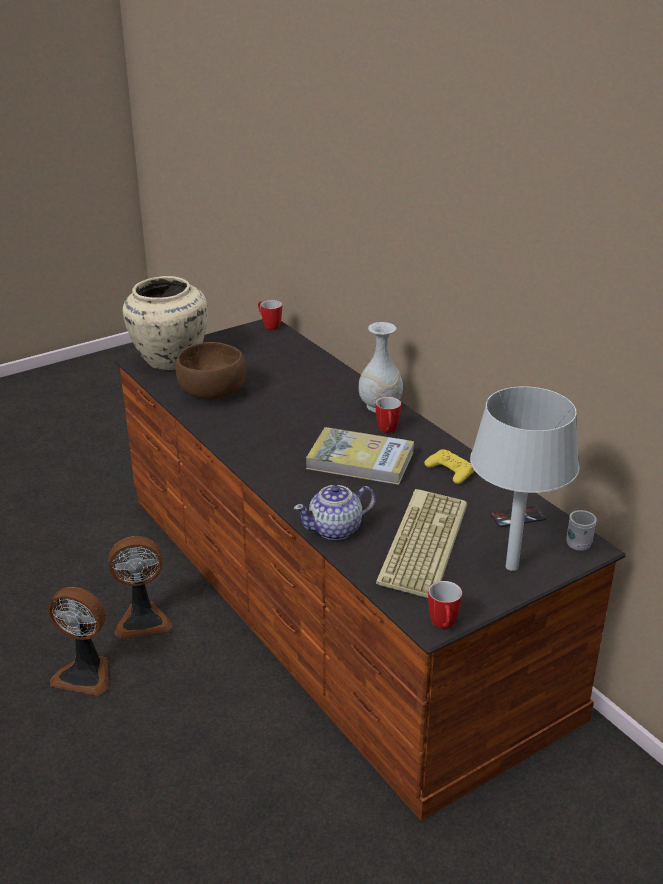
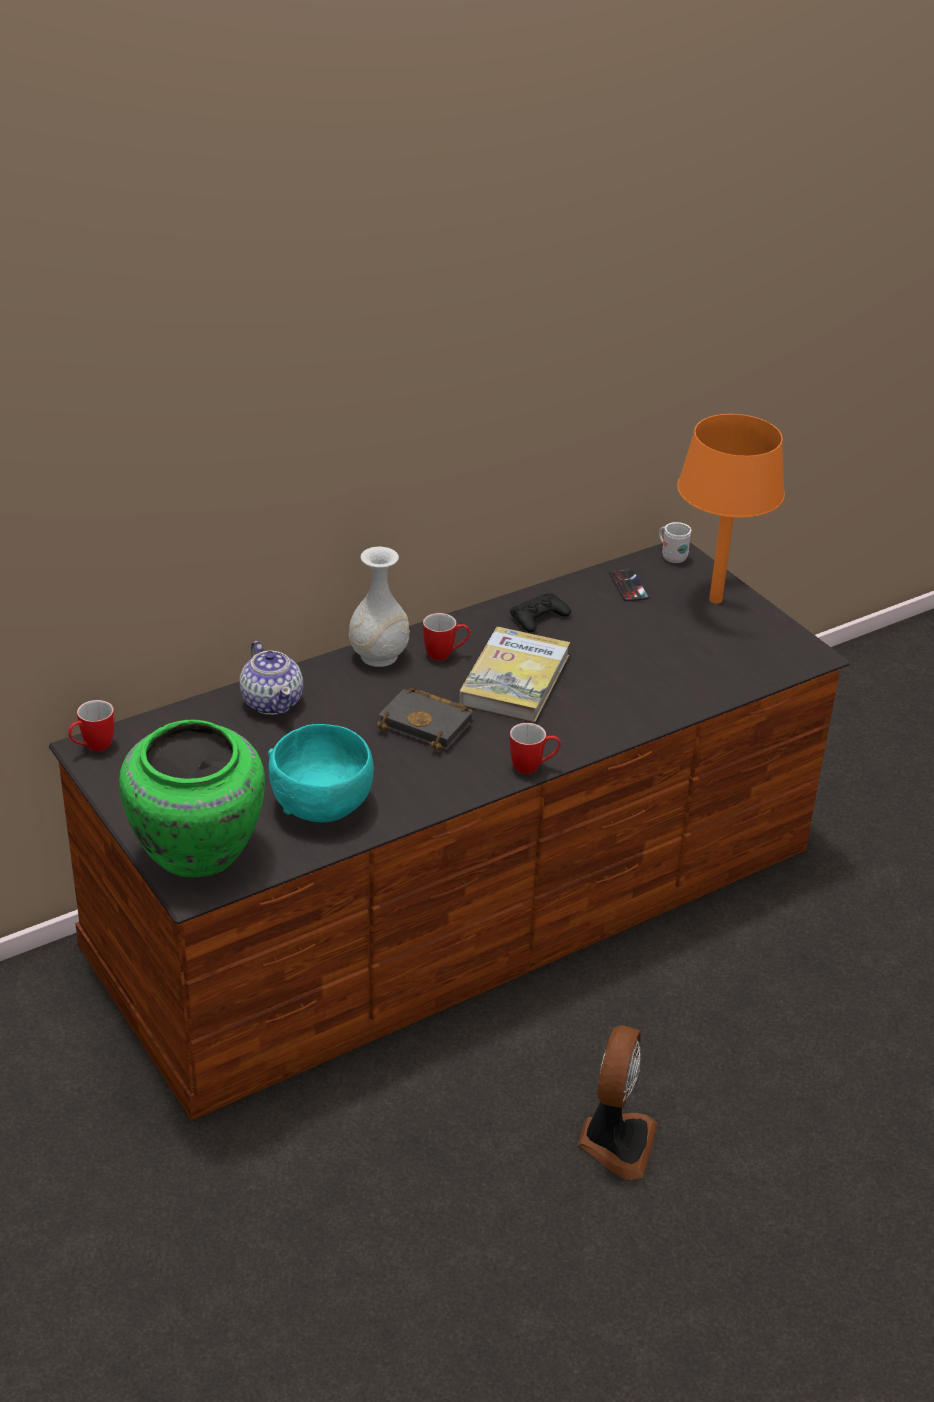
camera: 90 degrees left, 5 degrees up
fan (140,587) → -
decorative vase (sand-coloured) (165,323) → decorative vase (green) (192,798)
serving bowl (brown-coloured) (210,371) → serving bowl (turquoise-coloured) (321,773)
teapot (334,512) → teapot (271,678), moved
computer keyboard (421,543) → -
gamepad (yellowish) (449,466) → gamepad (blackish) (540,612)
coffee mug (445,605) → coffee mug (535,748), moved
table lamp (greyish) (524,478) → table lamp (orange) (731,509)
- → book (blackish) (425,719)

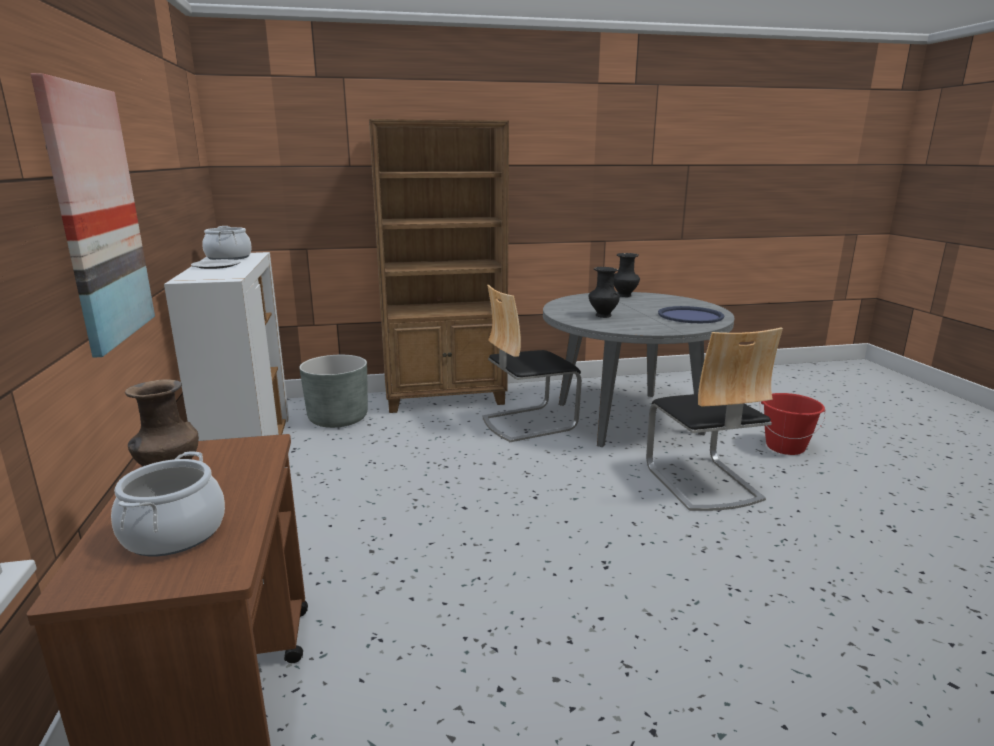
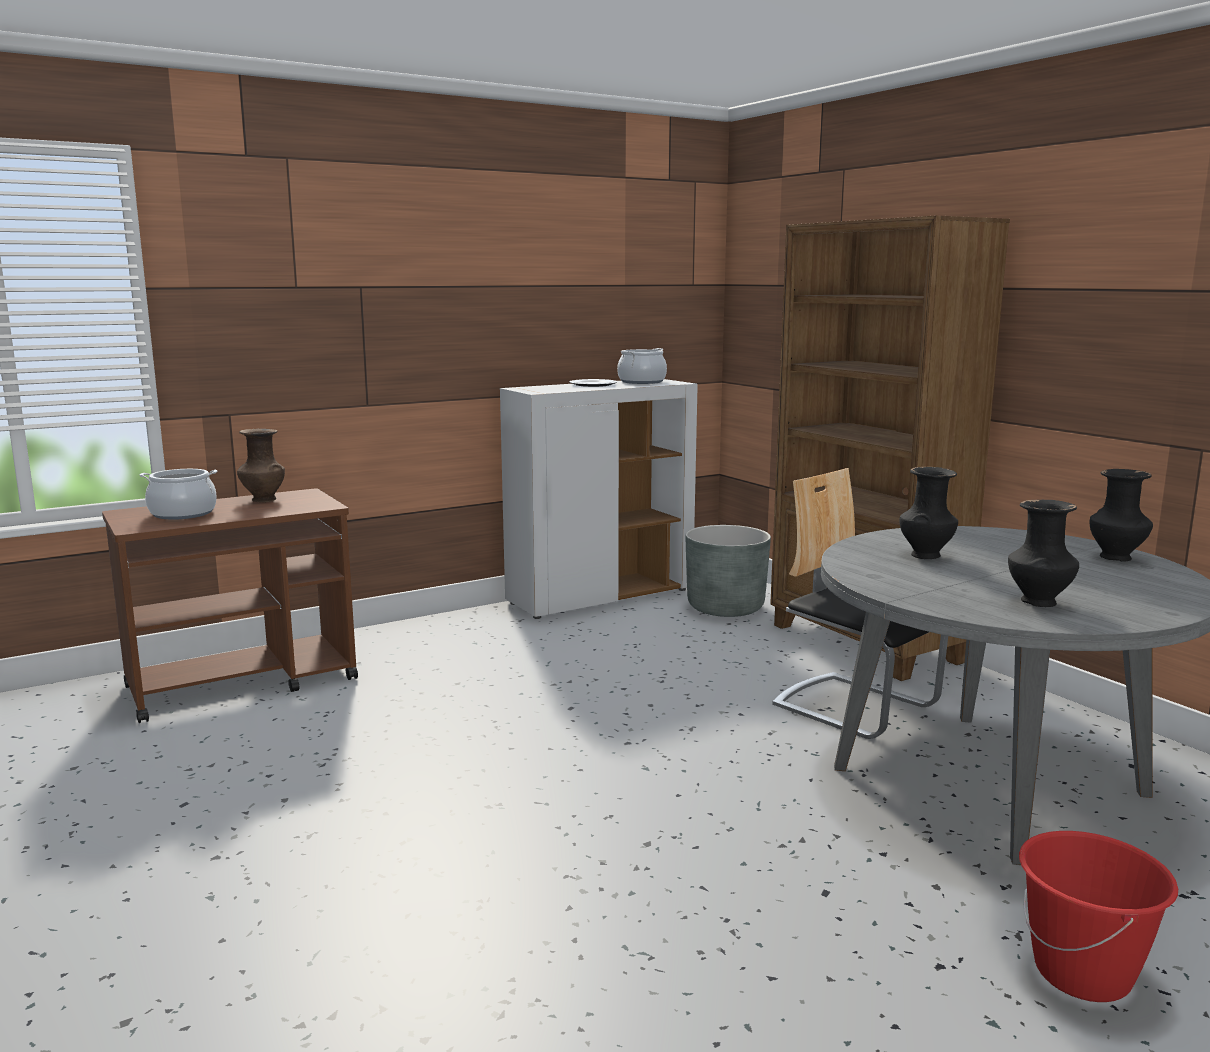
camera: 70 degrees right, 5 degrees down
wall picture (93,215) → -
upright chair (714,419) → -
serving tray (blue-coloured) (691,314) → decorative vase (blackish) (1043,553)

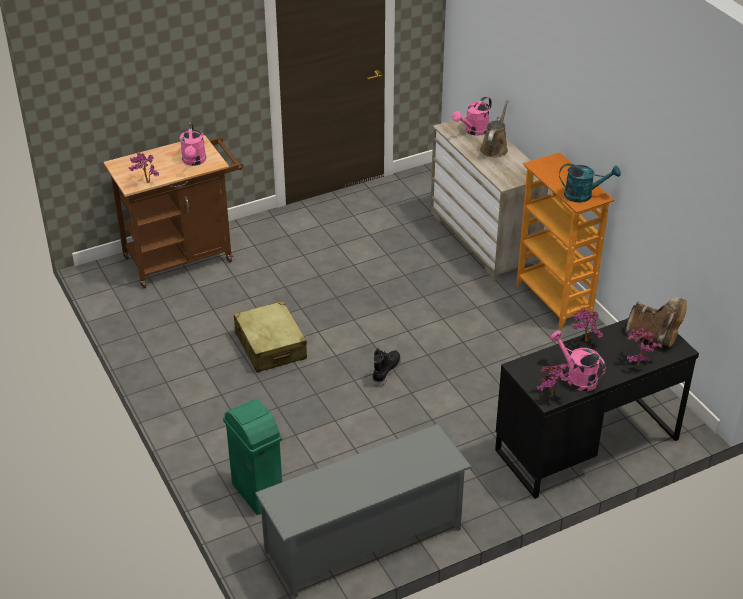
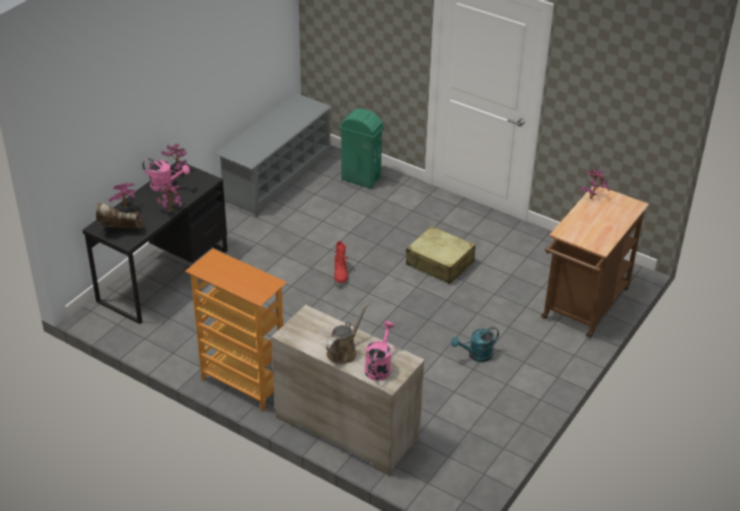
camera: 150 degrees right, 0 degrees up
sprinkling can (pink-coloured) (193,144) → -
boot (blackish) (387,368) → boot (red-coloured) (341,263)
sprinkling can (brown-coloured) (494,128) → sprinkling can (brown-coloured) (347,334), 135 degrees counterclockwise
sprinkling can (turquoise-coloured) (590,183) → sprinkling can (turquoise-coloured) (475,344), moved

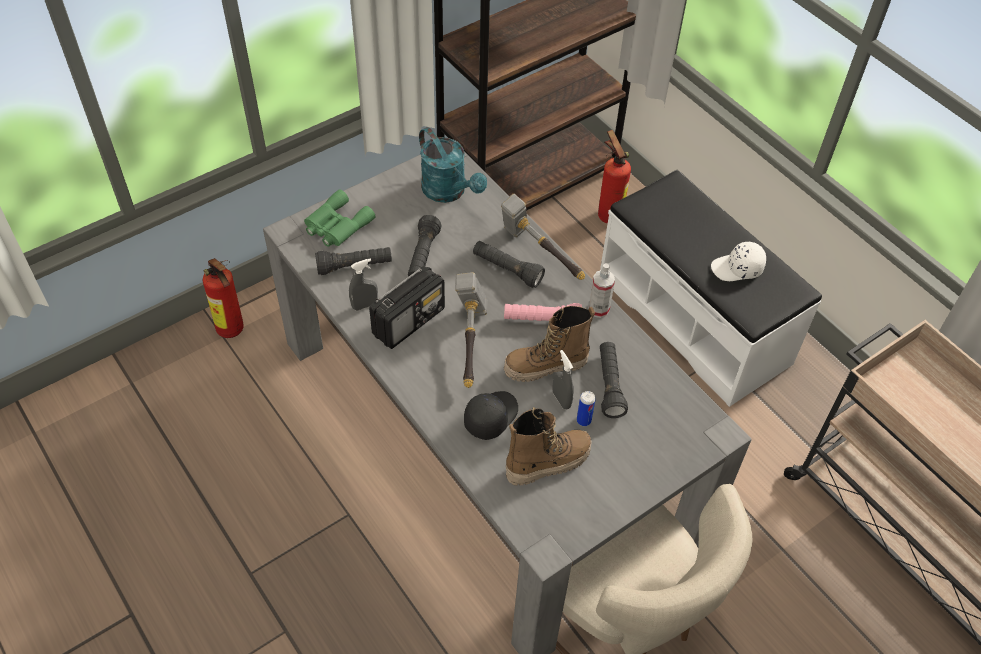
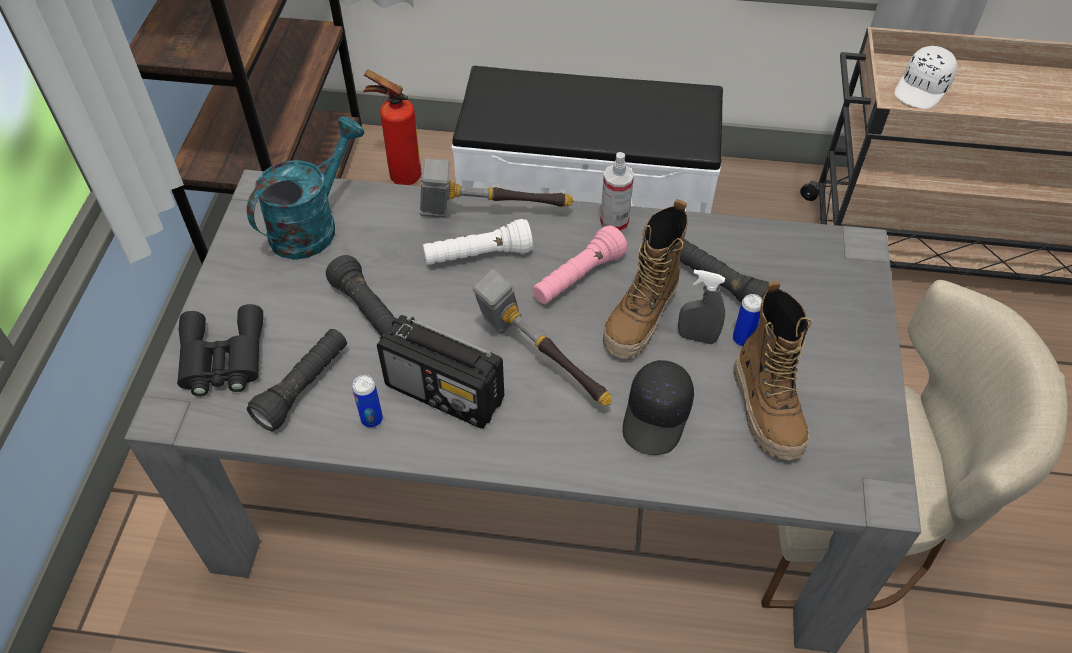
camera: 45 degrees left, 0 degrees up
fire-fighting cylinder (223,298) → -
binoculars (green) (339,218) → binoculars (blackish) (220,350)
spray bottle (greyish) (363,284) → can (367,401)
radio receiver (407,307) → radio receiver (440,372), 120 degrees clockwise
sprinkling can (turquoise-coloured) (453,165) → sprinkling can (turquoise-coloured) (306,188), 60 degrees counterclockwise
cap (blackish) (491,415) → cap (blackish) (658,407), 150 degrees counterclockwise
torch (blackish) (509,264) → torch (whitish) (478,242)
boot (549,446) → boot (773,371), 150 degrees clockwise
cap (whitish) (738,261) → cap (whitish) (925,77), moved

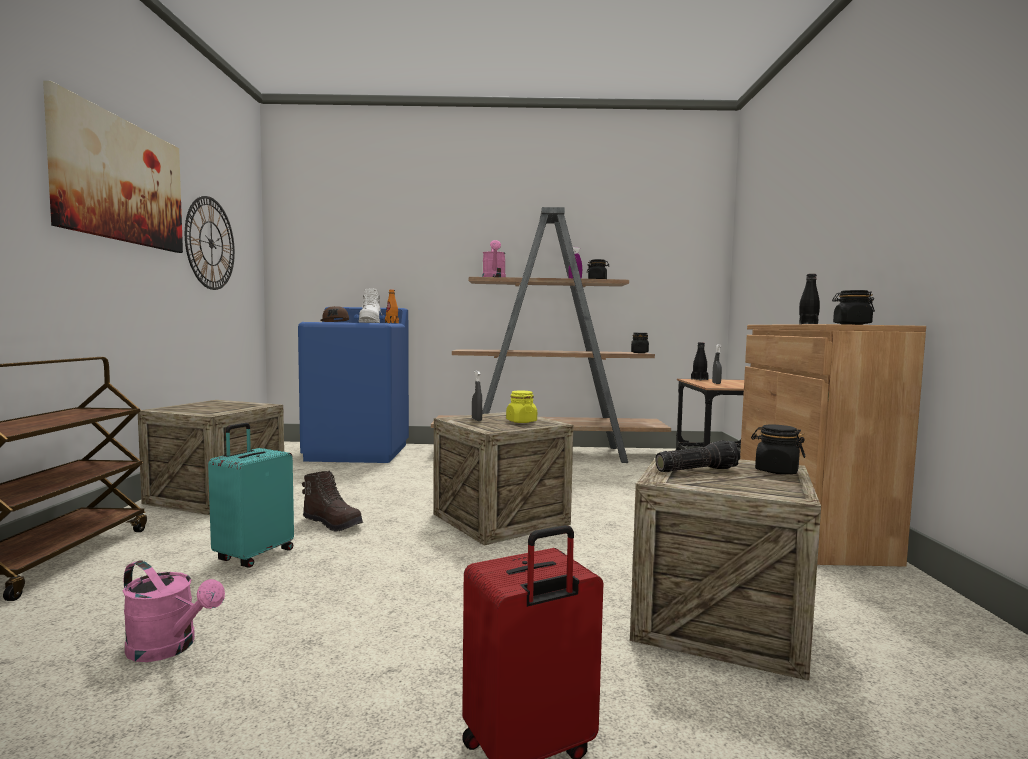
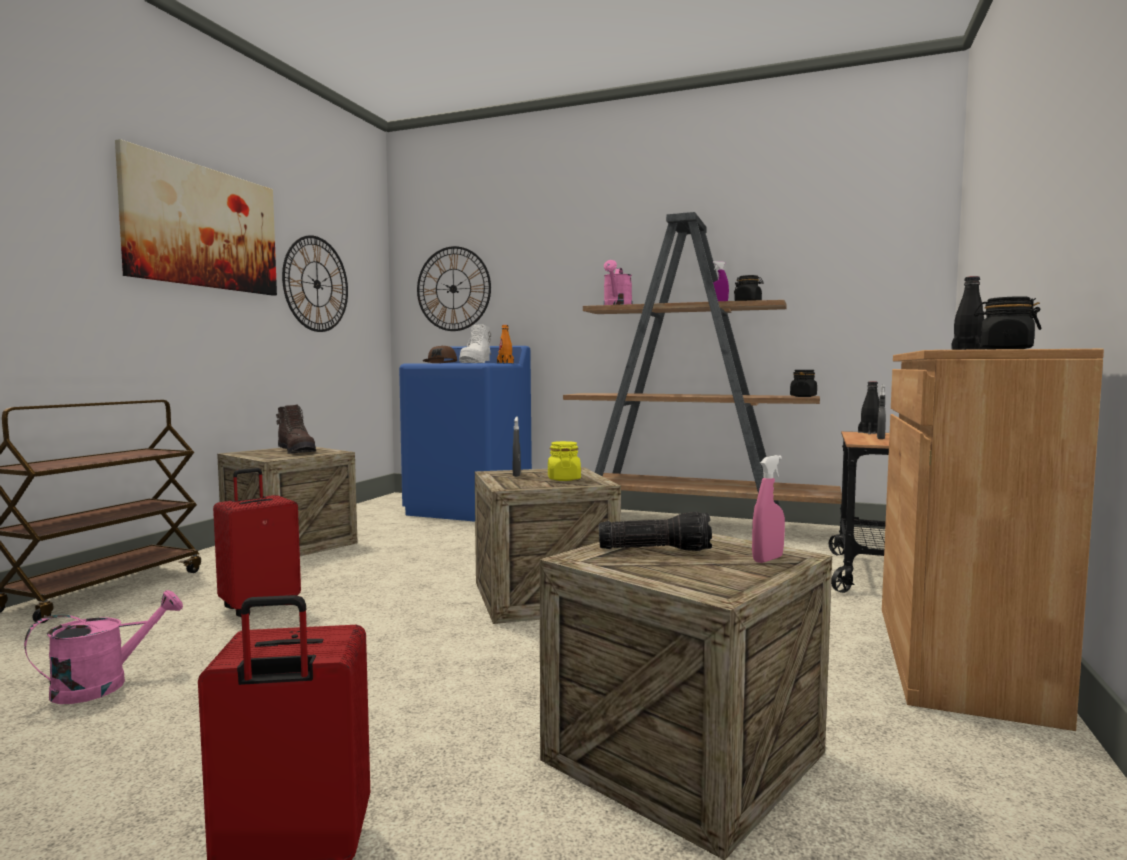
camera: 20 degrees right, 0 degrees up
sprinkling can (pink-coloured) (174,611) → sprinkling can (pink-coloured) (103,647), 90 degrees counterclockwise
travel case (turquoise-coloured) (251,495) → travel case (red-coloured) (257,542)
boot (brown-coloured) (332,501) → boot (brown-coloured) (296,429), moved
preserve jar (blackish) (778,449) → spray bottle (pink-coloured) (768,509)
- → hanging clock (454,288)

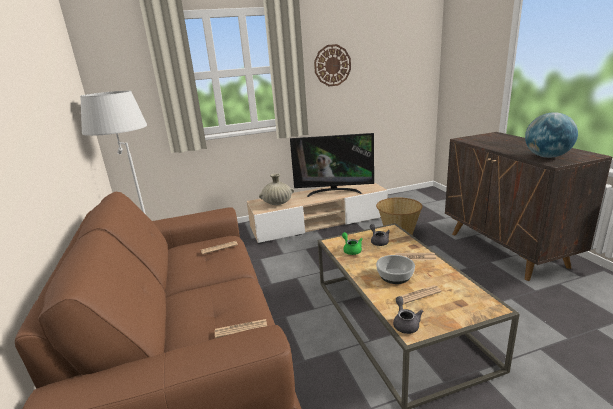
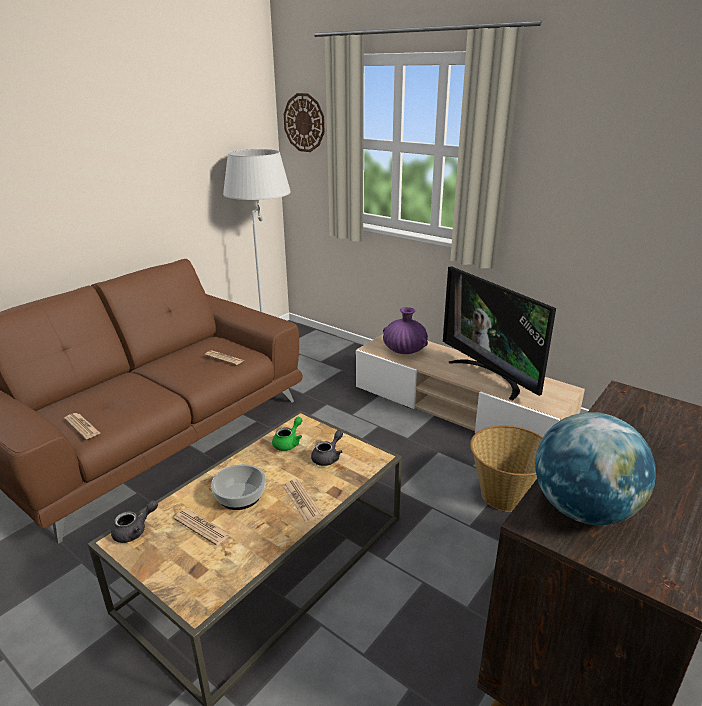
camera: 55 degrees right, 5 degrees up
decorative vase (sand-coloured) (276,189) → decorative vase (purple-coloured) (405,330)
hanging clock (332,65) → hanging clock (304,122), moved

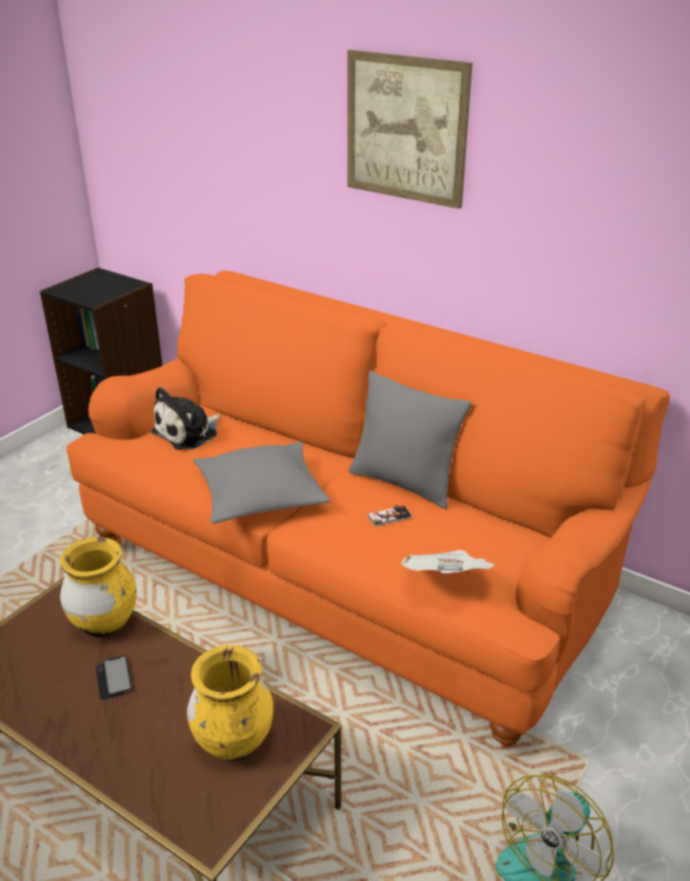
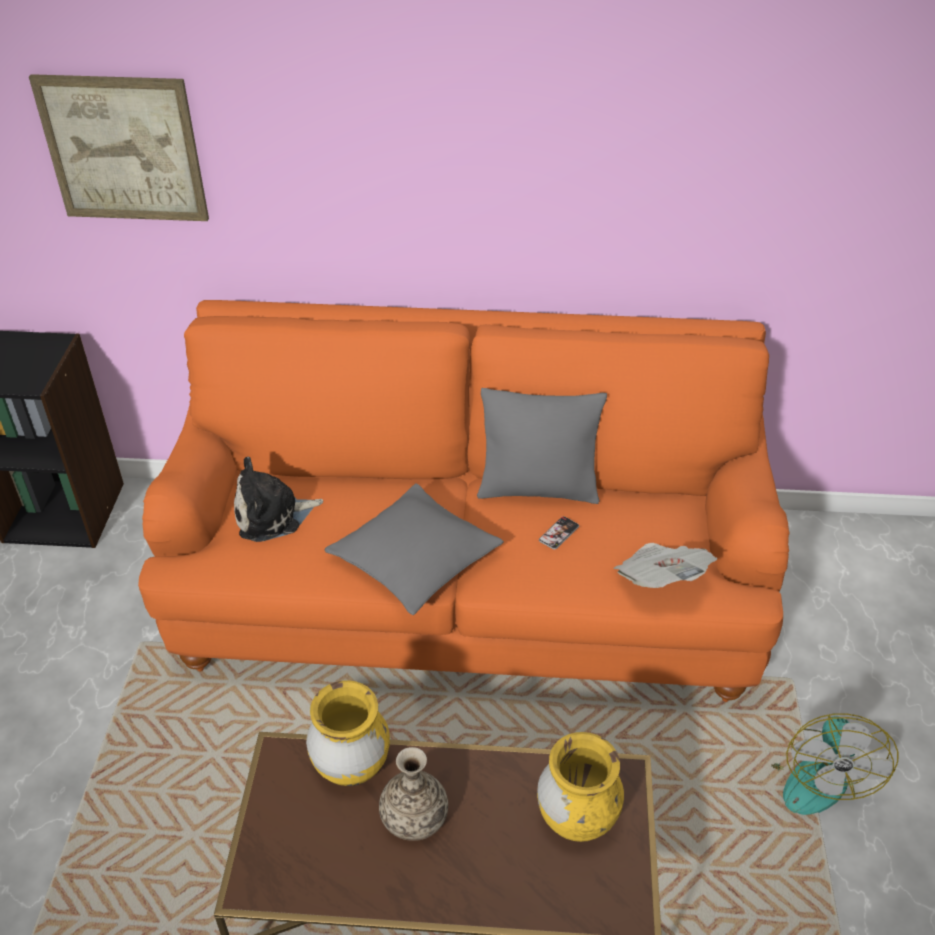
camera: 30 degrees left, 10 degrees up
handset (114,678) → decorative vase (413,794)
plush toy (185,418) → plush toy (278,499), 60 degrees clockwise
wall picture (409,129) → wall picture (119,147), moved

